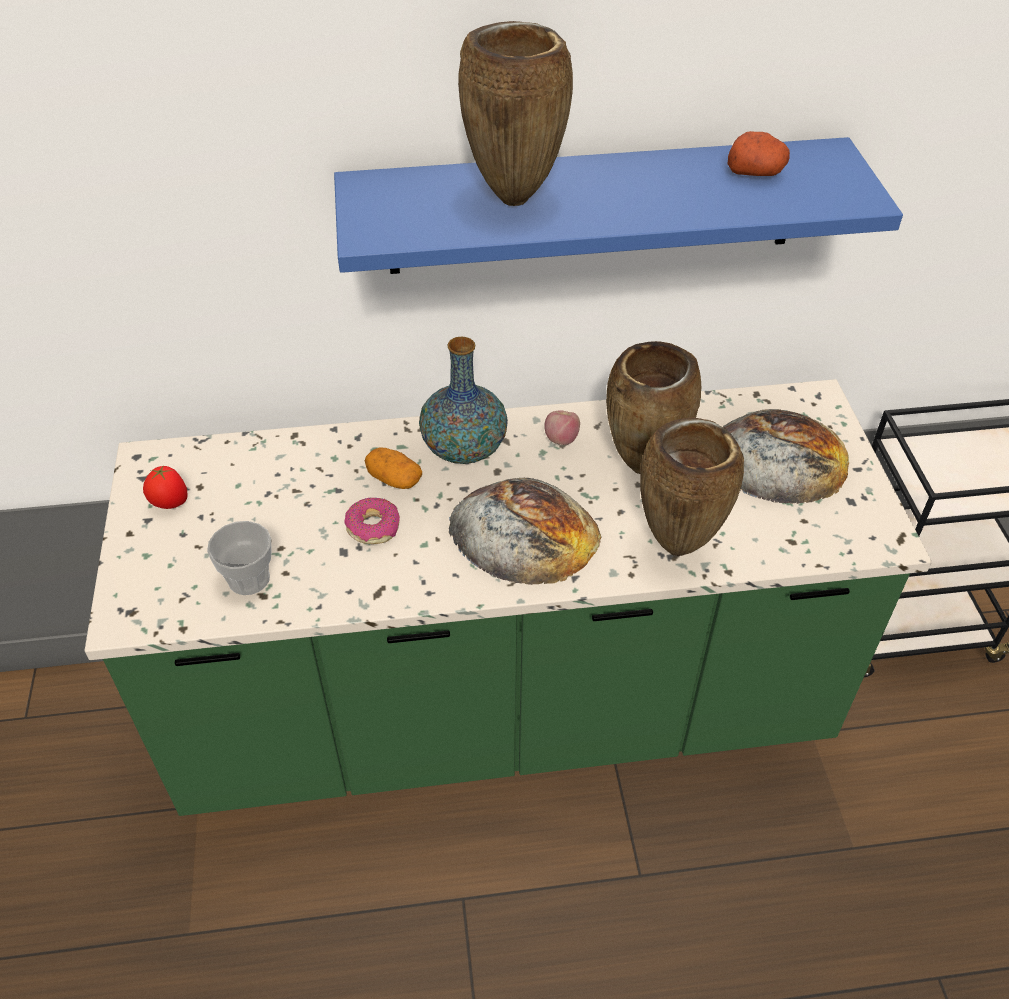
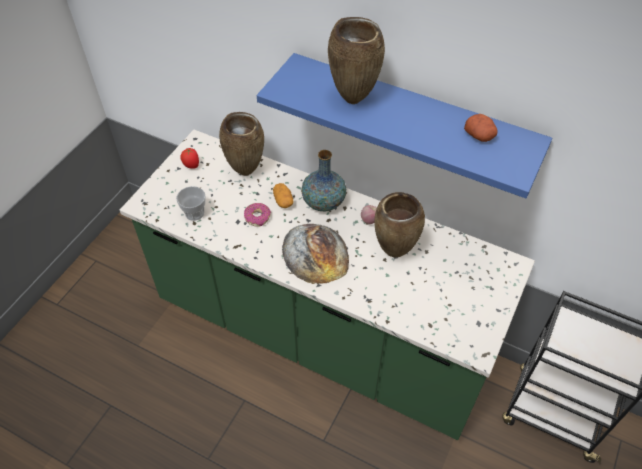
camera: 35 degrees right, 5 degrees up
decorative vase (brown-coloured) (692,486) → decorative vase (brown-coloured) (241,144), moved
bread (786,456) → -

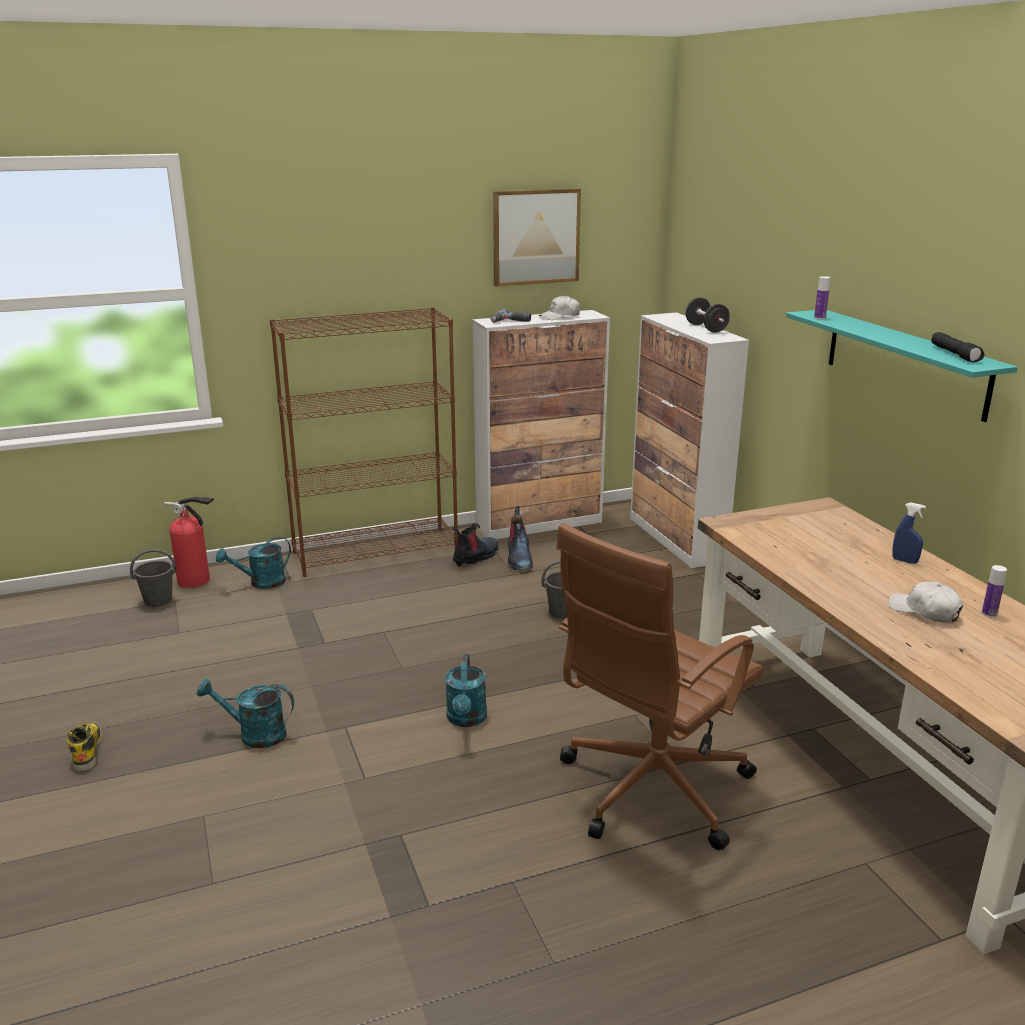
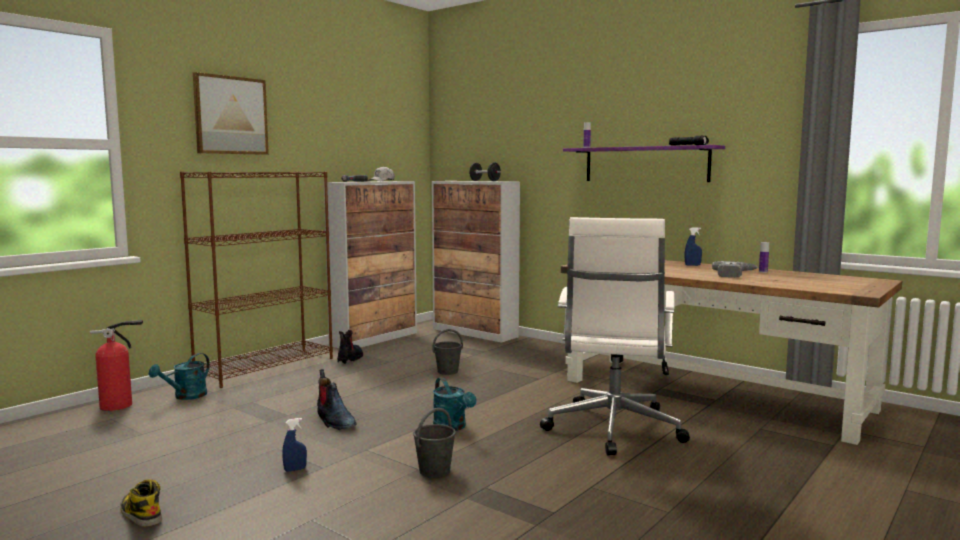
camera: 30 degrees left, 15 degrees down
bucket (greyish) (153,578) → bucket (greyish) (434,443), moved
sprinkling can (turquoise-coloured) (245,713) → spray bottle (blue-coloured) (294,445)
wall picture (537,237) → wall picture (231,113), moved
boot (520,538) → boot (337,399), moved
computer chair (brown-coloured) (660,686) → computer chair (whitish) (615,336)
shelf (turquoise-coloured) (902,366) → shelf (purple-coloured) (644,163)
cap (whitish) (925,602) → drill (735,269)

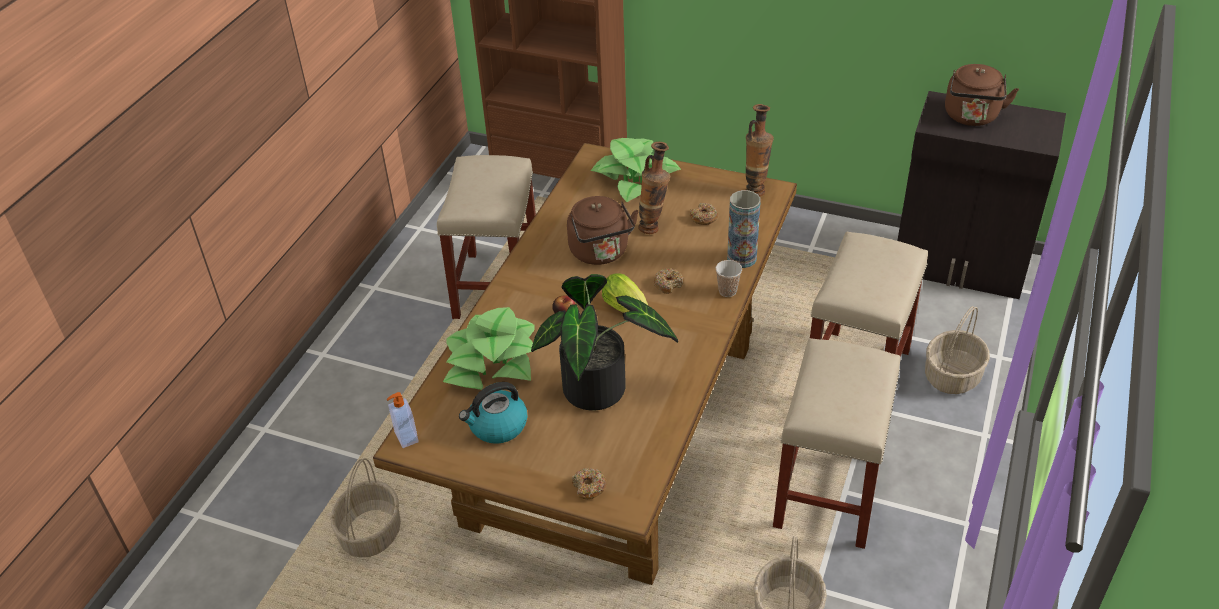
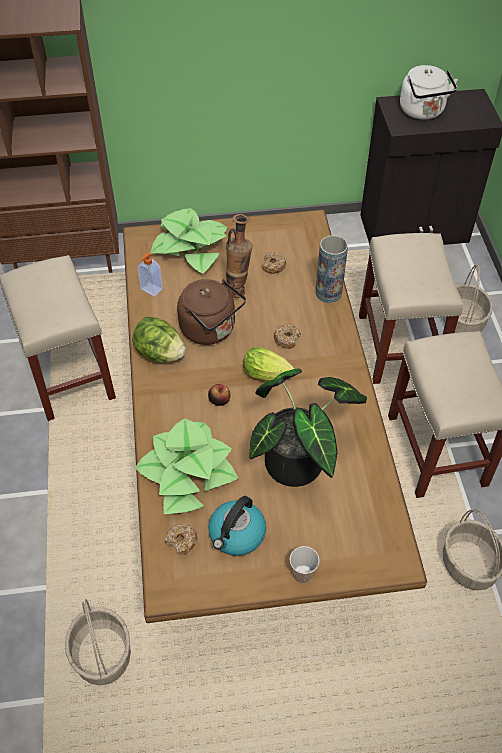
camera: 30 degrees left, 10 degrees up
soap dispenser (403,420) → soap dispenser (150,274), moved
donut (589,483) → donut (181,539), moved
small cup (728,278) → small cup (305,564), moved
decorative vase (760,150) → -
tea kettle (brown-coloured) (982,95) → tea kettle (whitish) (429,92)
- → lettuce head (159,340)

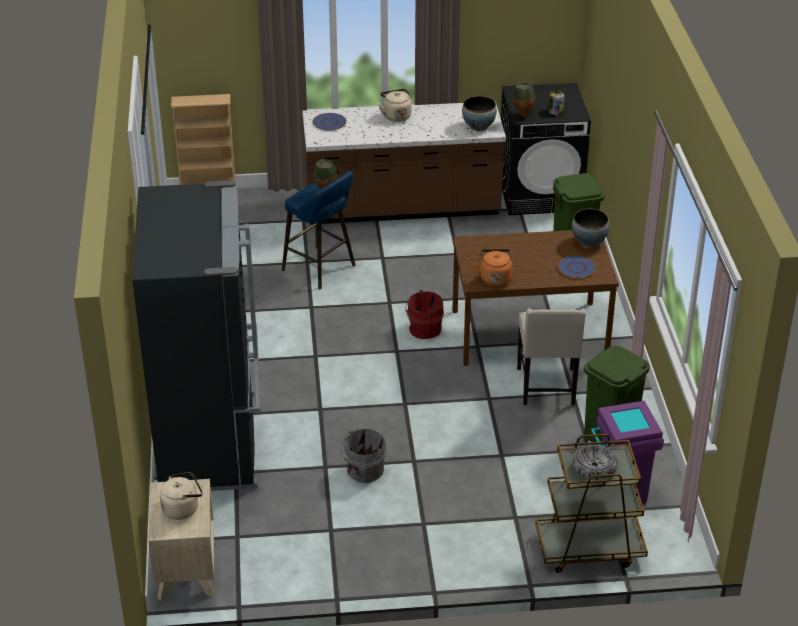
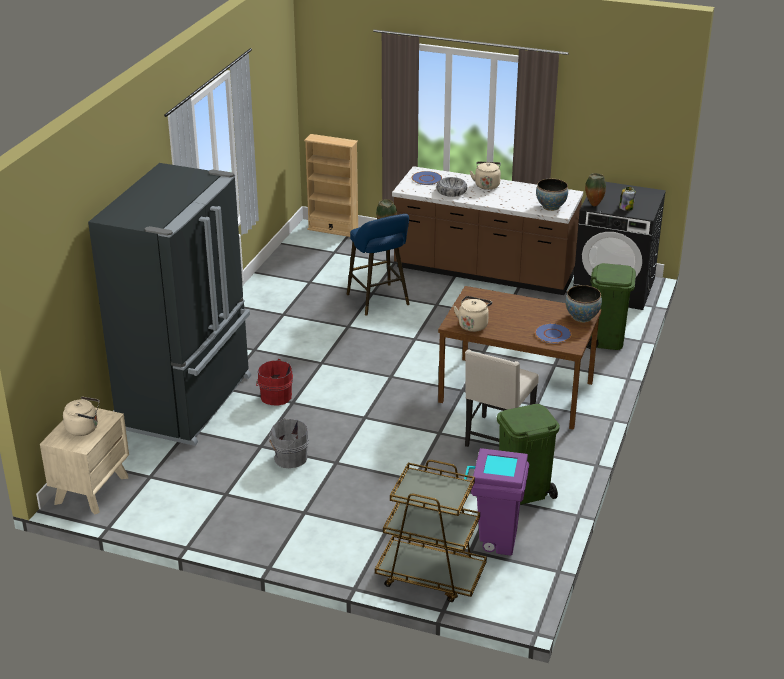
camera: 25 degrees right, 5 degrees down
bucket (red-coloured) (424,314) → bucket (red-coloured) (274,382), moved
tea kettle (orange) (493,267) → tea kettle (sand-coloured) (472,314)
serving bowl (595,462) → serving bowl (451,187), moved

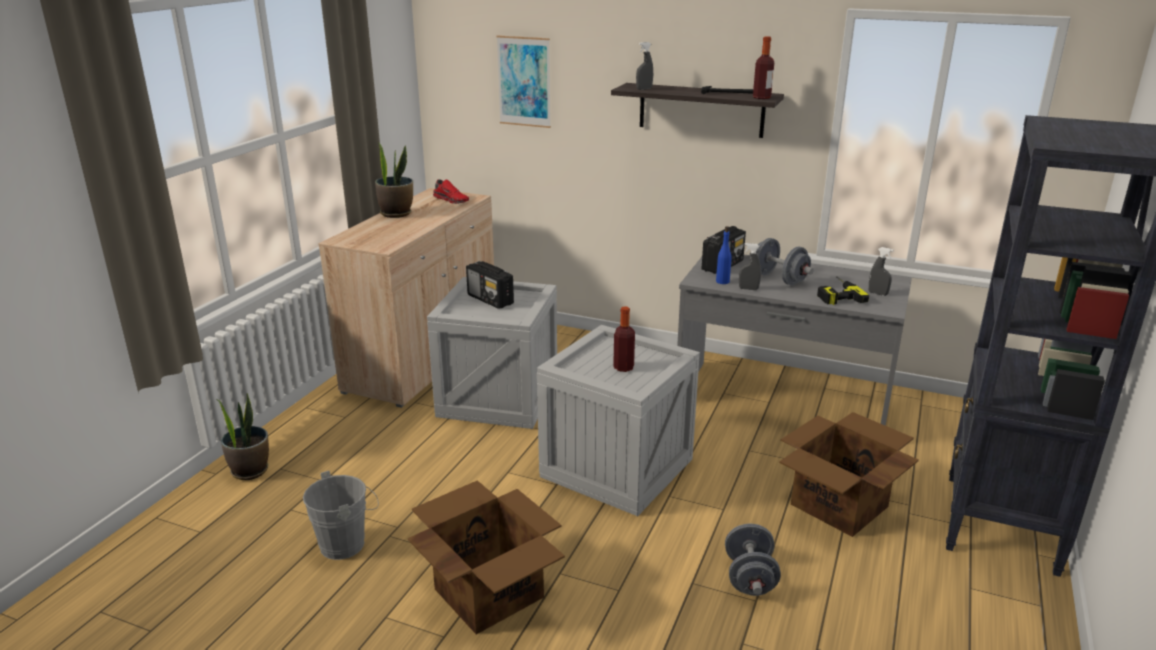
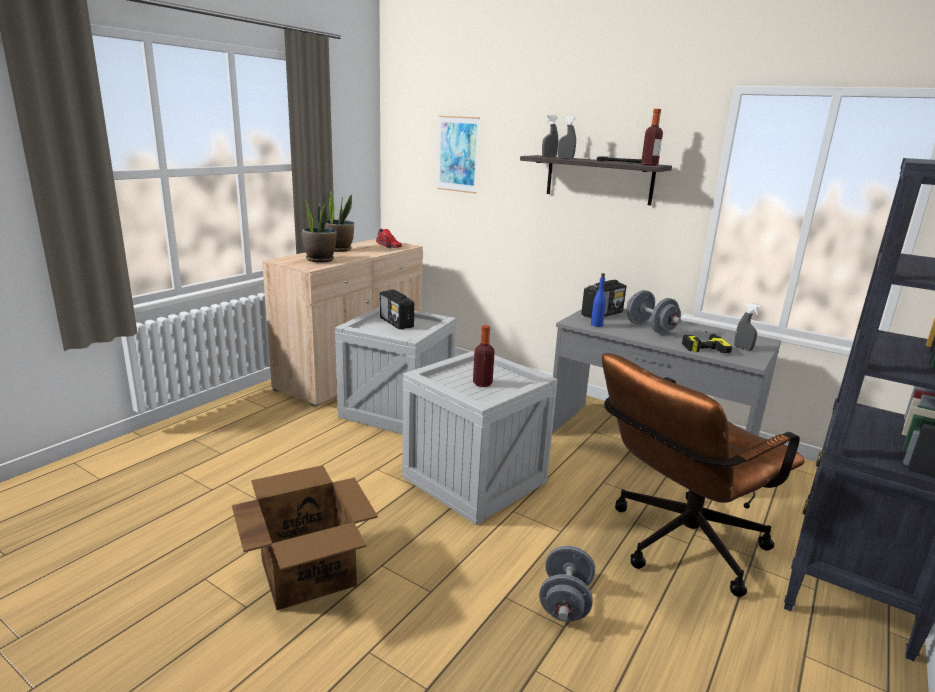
camera: 10 degrees right, 5 degrees down
plant in a pot (243,436) → plant in a pot (319,229), moved
bucket (greyish) (341,515) → -
spray bottle (greyish) (750,266) → spray bottle (greyish) (567,137), moved
carton (849,474) → computer chair (brown-coloured) (703,475)

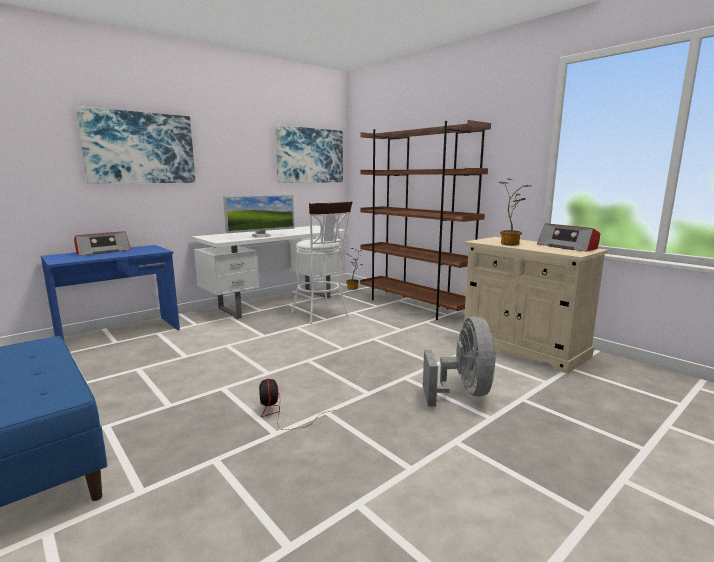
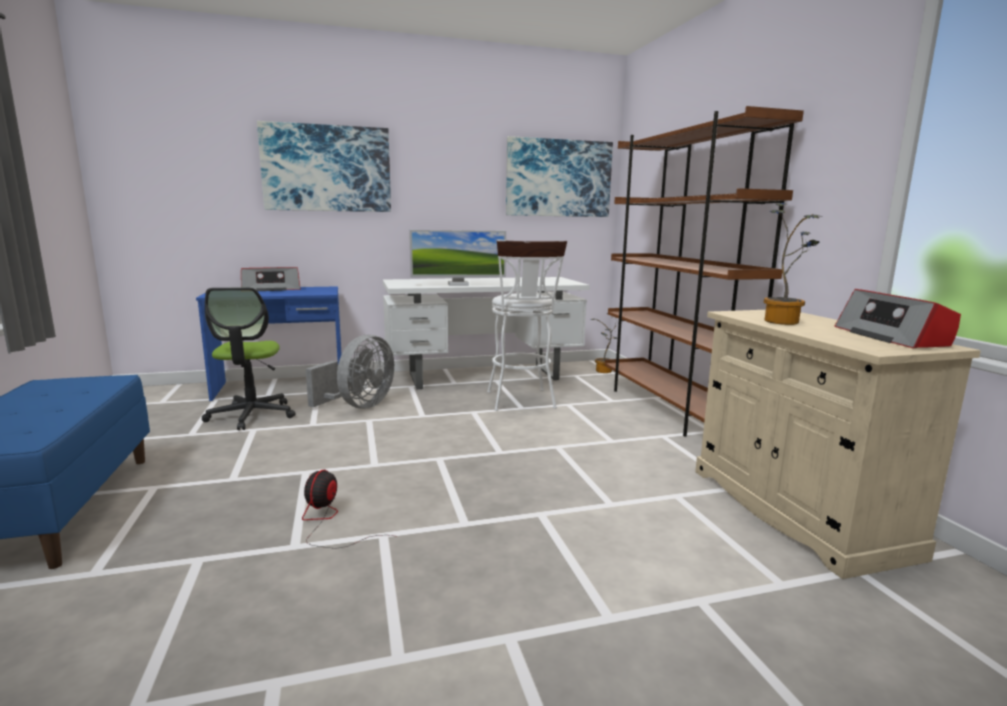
camera: 25 degrees right, 0 degrees up
fan (greyish) (459,361) → fan (greyish) (350,371), moved
- → computer chair (249,358)

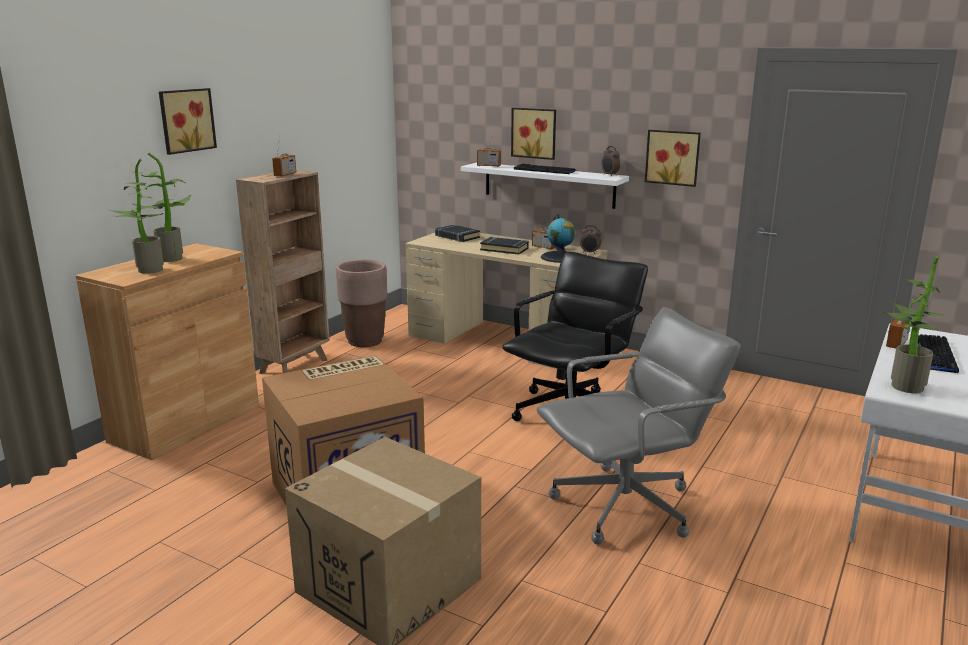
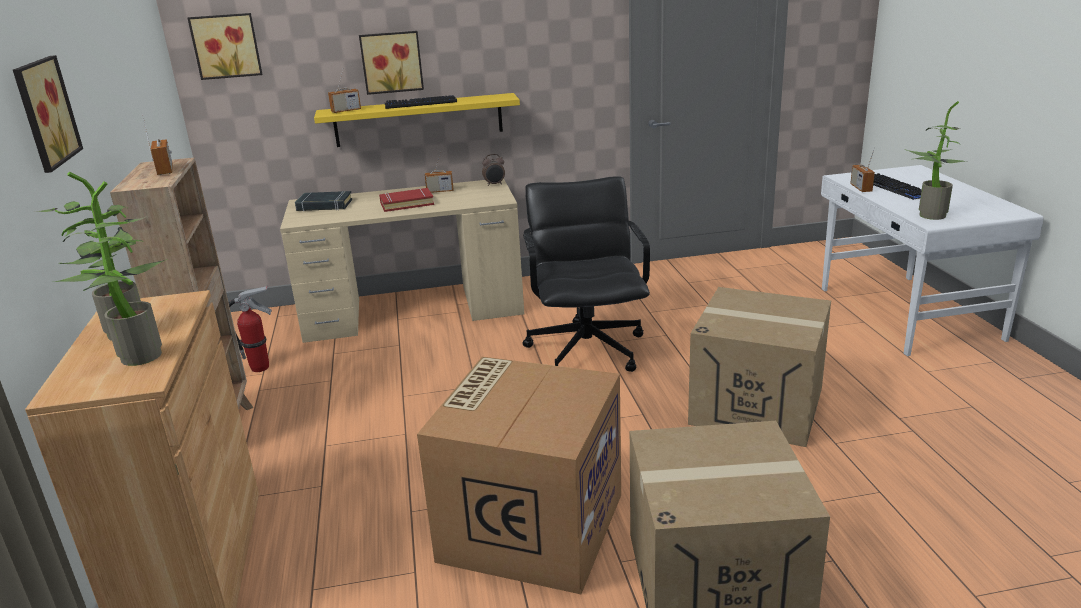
camera: 40 degrees left, 5 degrees up
flower pot (brown-coloured) (361,303) → fire-fighting cylinder (250,329)
shelf (whitish) (545,185) → shelf (yellowish) (417,120)
book (blackish) (504,246) → book (red-coloured) (406,200)
computer chair (greyish) (639,426) → carton (759,367)
globe (558,238) → -
alarm clock (611,161) → -
wall picture (673,158) → wall picture (225,46), moved

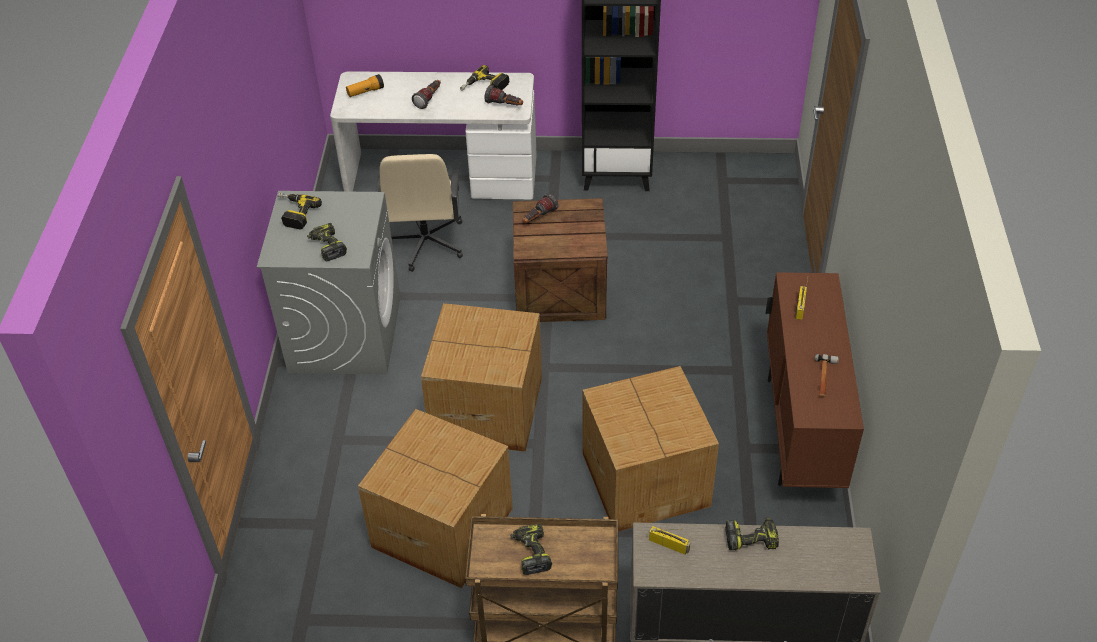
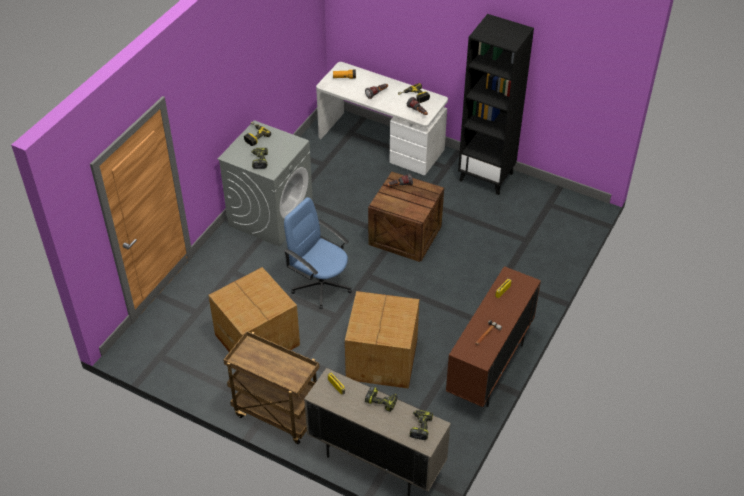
camera: 25 degrees right, 0 degrees up
computer chair (sand-coloured) (419,213) → -
carton (481,377) → computer chair (blue-coloured) (318,253)
drill (531,549) → drill (421,425), moved

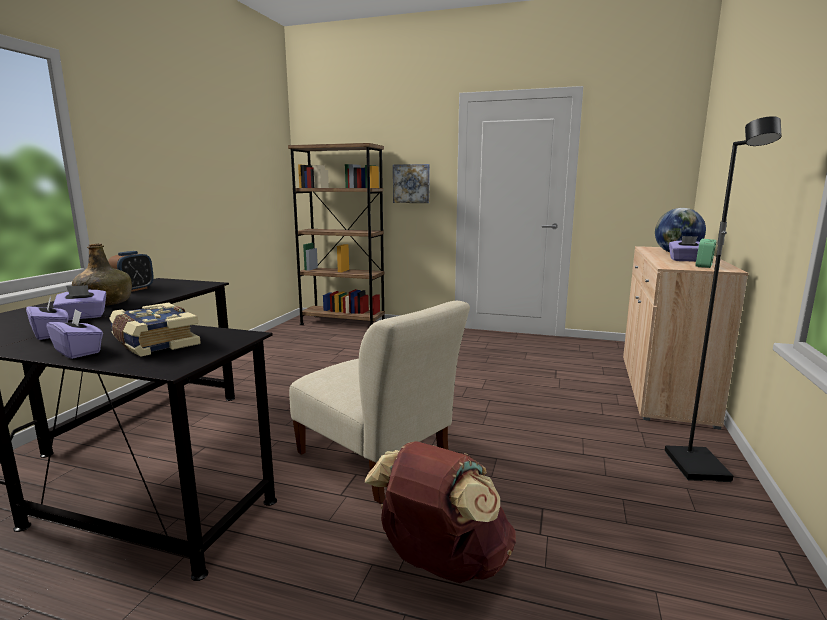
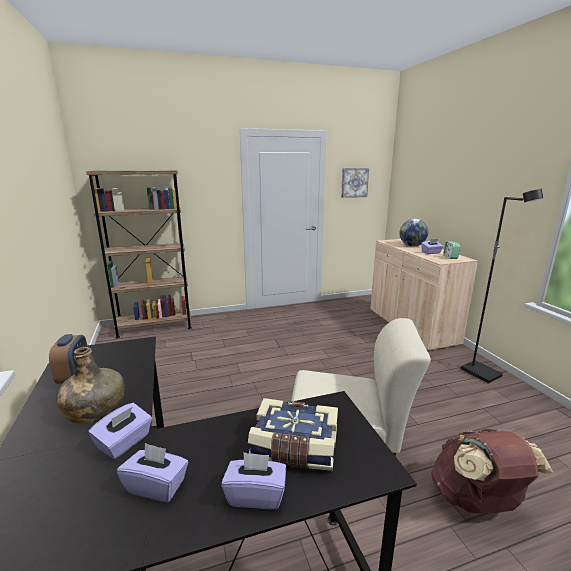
camera: 35 degrees left, 5 degrees up
wall picture (411,183) → wall picture (355,183), moved

